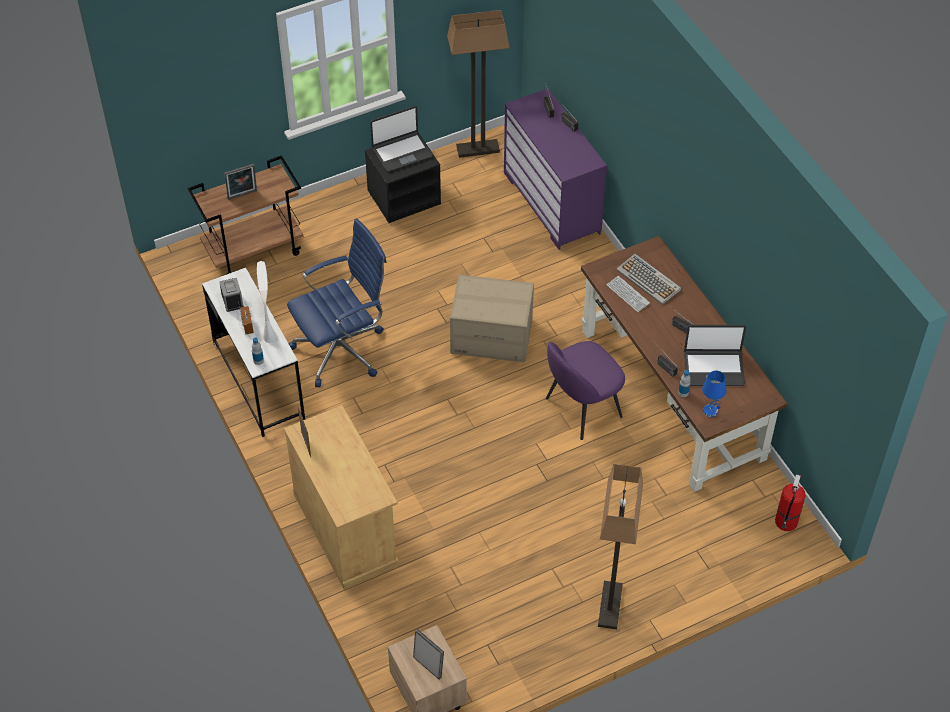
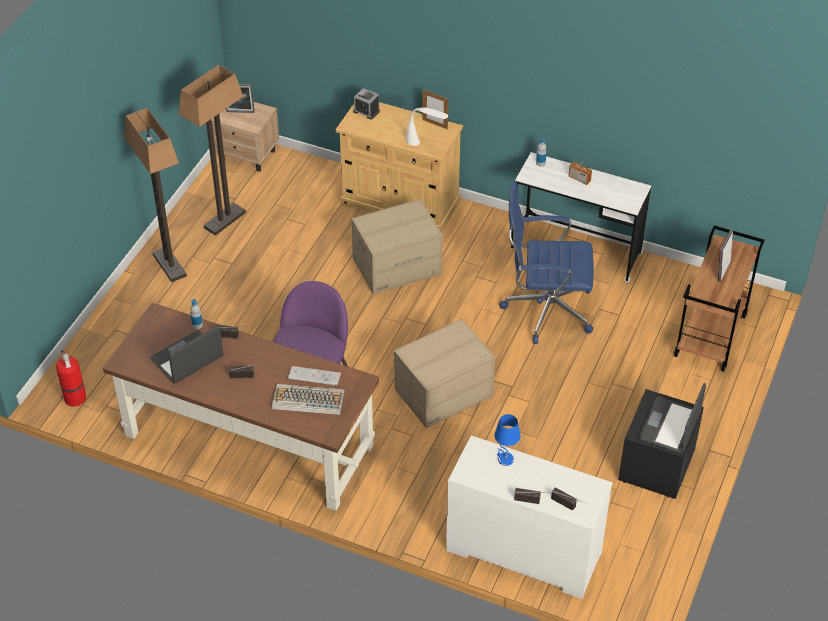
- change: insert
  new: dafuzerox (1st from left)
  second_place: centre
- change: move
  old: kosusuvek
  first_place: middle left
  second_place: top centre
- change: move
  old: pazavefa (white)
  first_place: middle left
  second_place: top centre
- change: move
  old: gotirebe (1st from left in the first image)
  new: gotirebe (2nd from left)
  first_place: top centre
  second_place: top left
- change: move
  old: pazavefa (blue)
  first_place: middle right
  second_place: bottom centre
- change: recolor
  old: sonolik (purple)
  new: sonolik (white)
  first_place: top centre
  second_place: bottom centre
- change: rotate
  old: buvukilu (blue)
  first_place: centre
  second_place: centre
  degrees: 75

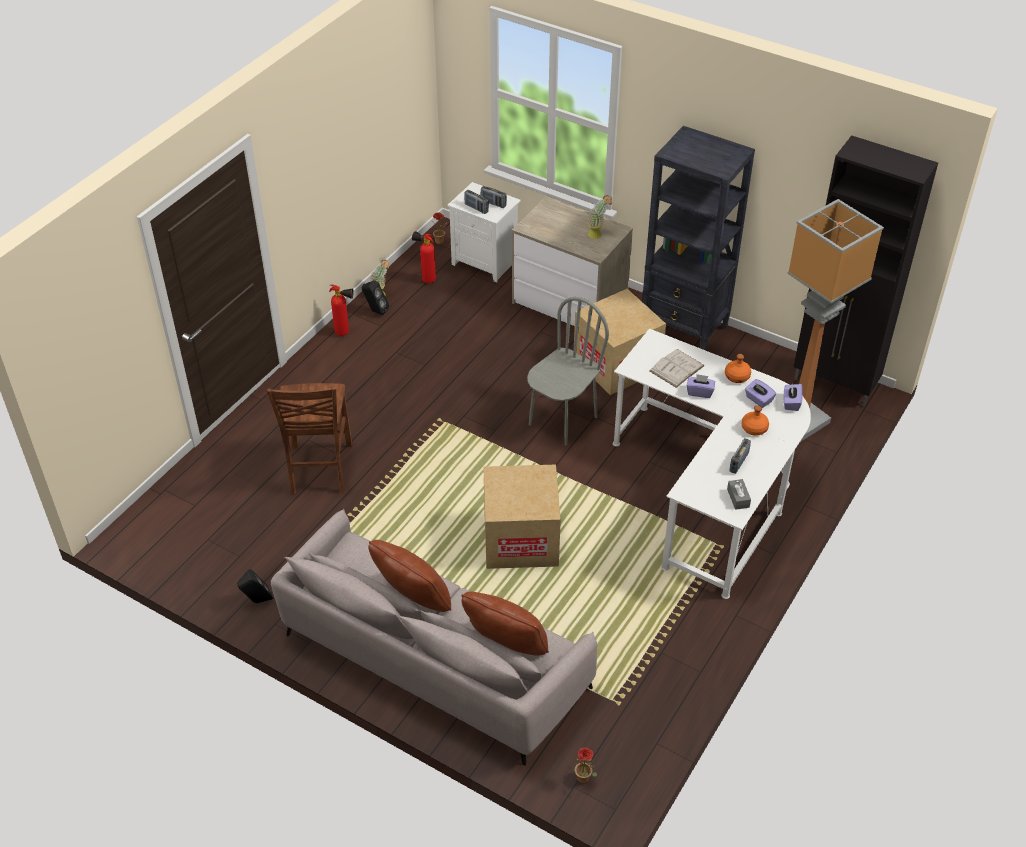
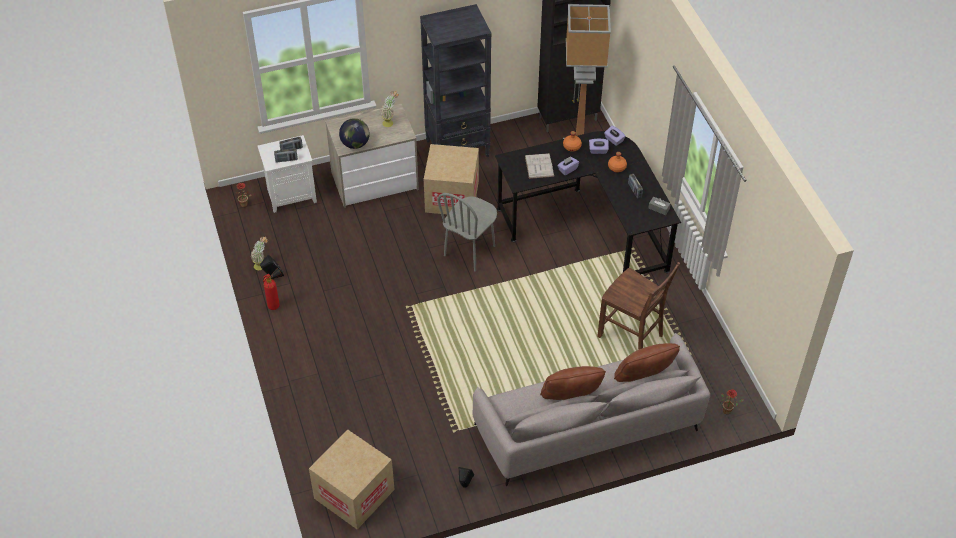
- change: delete
  old: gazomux (2nd from left)
  first_place: top centre
- change: insert
  new: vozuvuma
  second_place: top centre
- change: move
  old: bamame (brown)
  first_place: middle left
  second_place: middle right
- change: move
  old: dafuzerox (1st from left)
  first_place: centre
  second_place: bottom centre
- change: recolor
  old: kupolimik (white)
  new: kupolimik (black)
  first_place: middle right
  second_place: centre
- change: rotate
  old: bamame (grey)
  first_place: centre
  second_place: centre
  degrees: -135

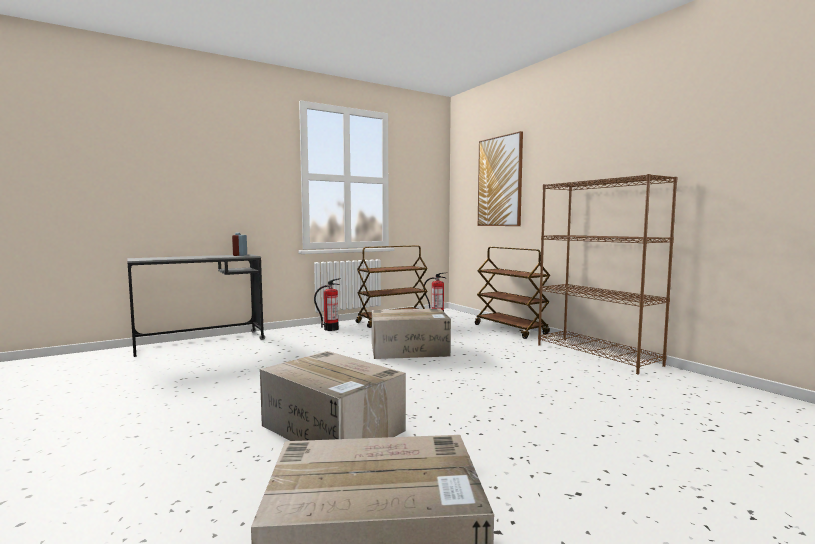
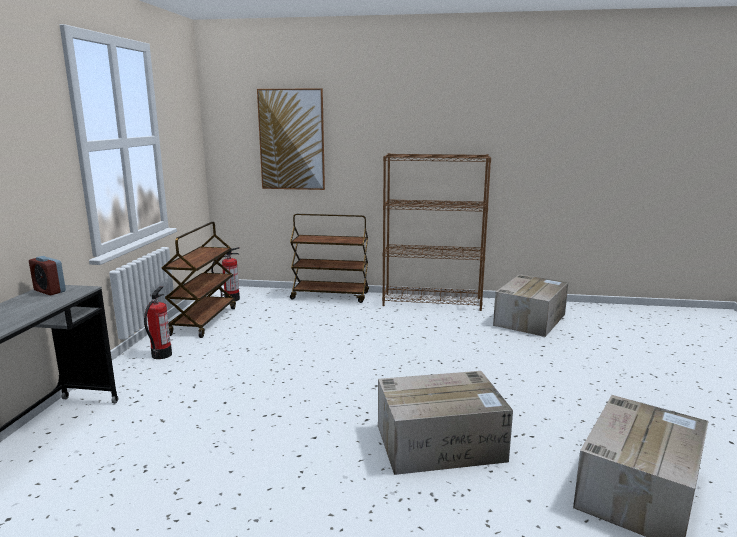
- change: move
  old: dafuzerox (3rd from left in the first image)
  new: dafuzerox (2nd from left)
  first_place: centre
  second_place: middle right

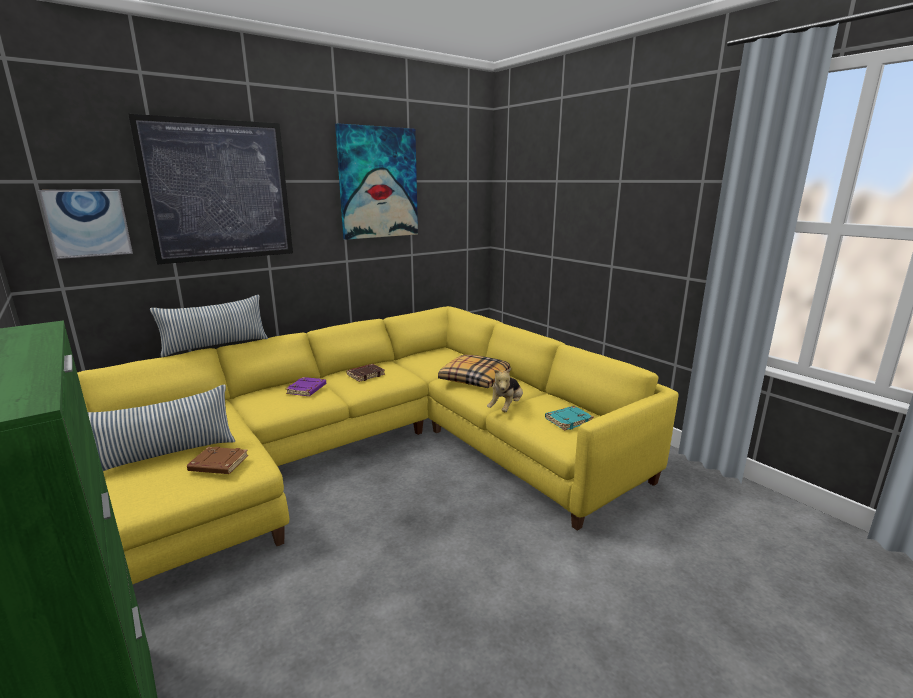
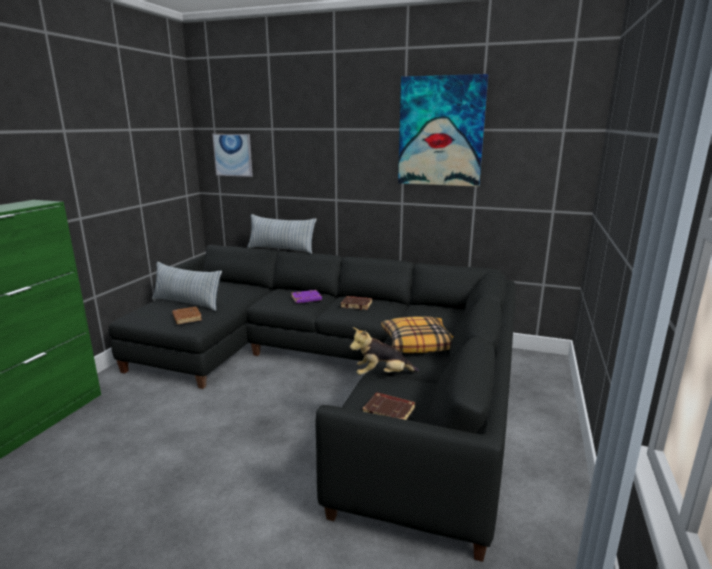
- change: delete
  old: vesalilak (2nd from left)
  first_place: top left
- change: recolor
  old: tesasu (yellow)
  new: tesasu (black)
  first_place: centre
  second_place: bottom centre
- change: recolor
  old: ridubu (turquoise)
  new: ridubu (brown) (3rd from left)
  first_place: centre
  second_place: bottom centre

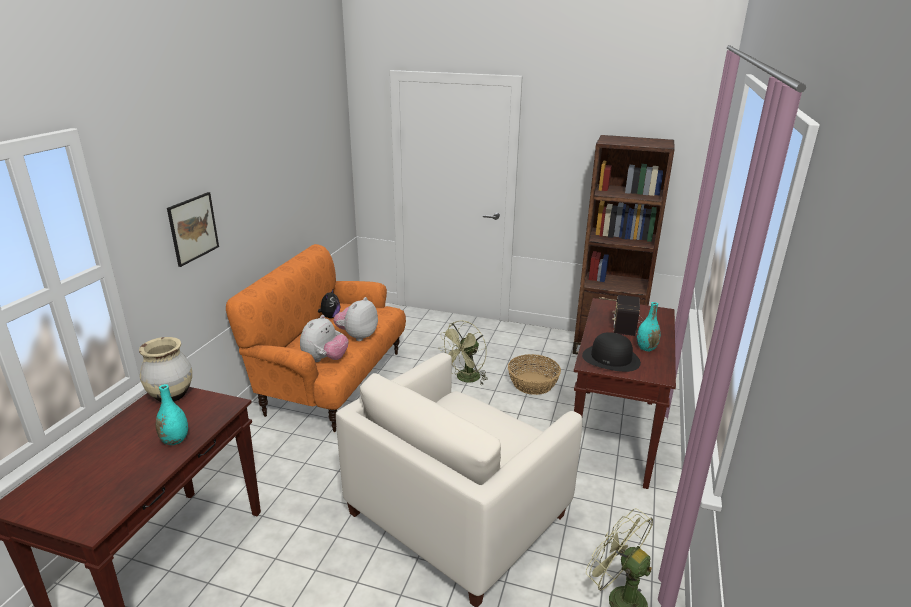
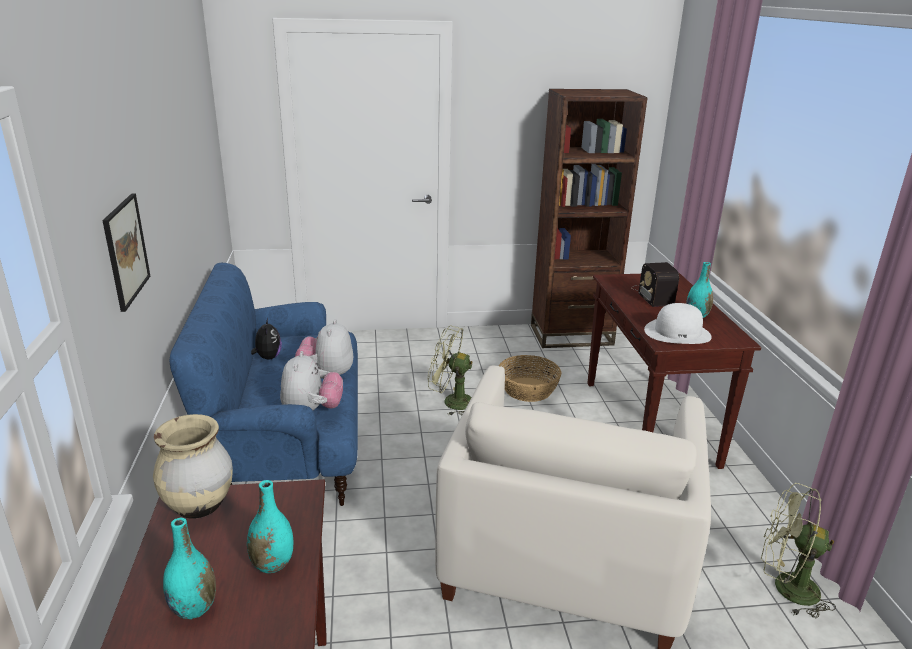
- change: insert
  new: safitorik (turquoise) (1st from left)
  second_place: bottom left
- change: recolor
  old: tesasu (orange)
  new: tesasu (blue)
  first_place: centre
  second_place: middle left
- change: recolor
  old: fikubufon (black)
  new: fikubufon (white)
  first_place: middle right
  second_place: middle right
- change: rotate
  old: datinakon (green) (1st from left)
  first_place: centre
  second_place: centre
  degrees: 90

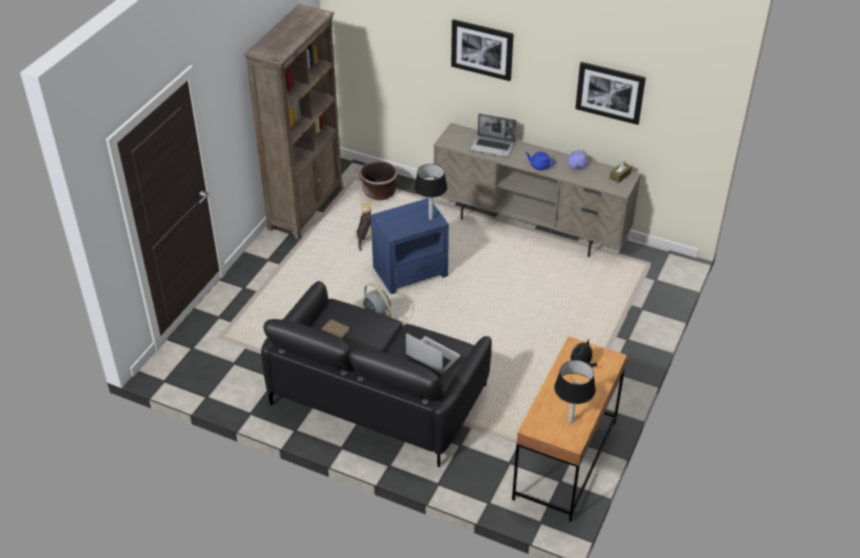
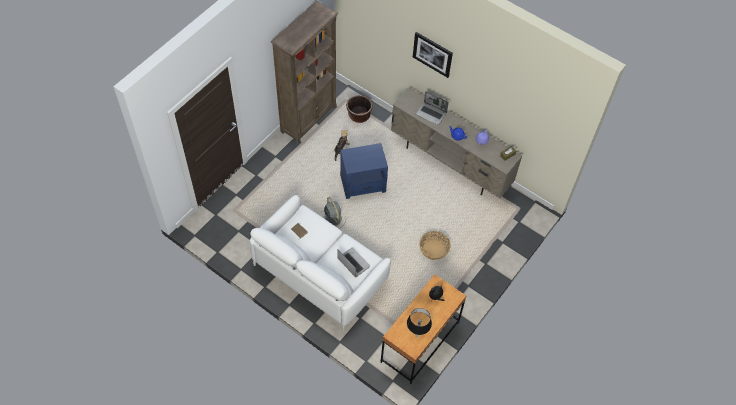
- change: delete
  old: pazavefa (black) (1st from left)
  first_place: centre
- change: delete
  old: vesalilak (2nd from left)
  first_place: top right
- change: insert
  new: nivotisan
  second_place: centre
- change: recolor
  old: tesasu (black)
  new: tesasu (white)
  first_place: bottom centre
  second_place: centre

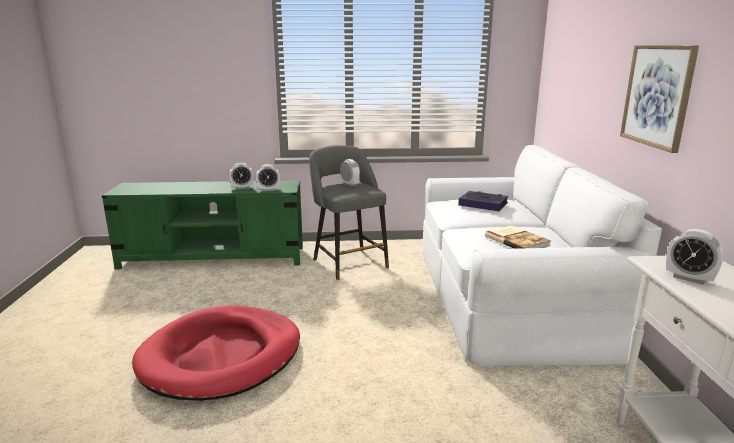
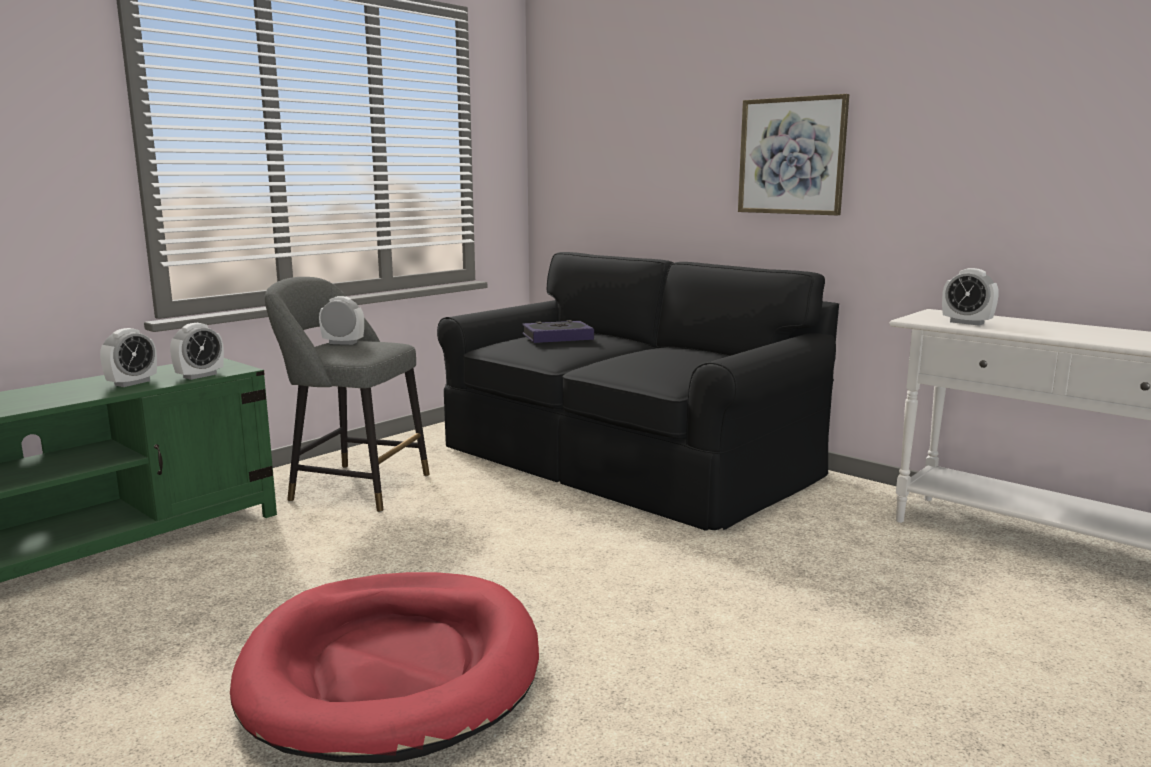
- change: delete
  old: ridubu (2nd from left)
  first_place: middle right
- change: recolor
  old: tesasu (white)
  new: tesasu (black)
  first_place: middle right
  second_place: centre
- change: rotate
  old: kosusuvek (4th from left)
  first_place: middle right
  second_place: middle right
  degrees: 45

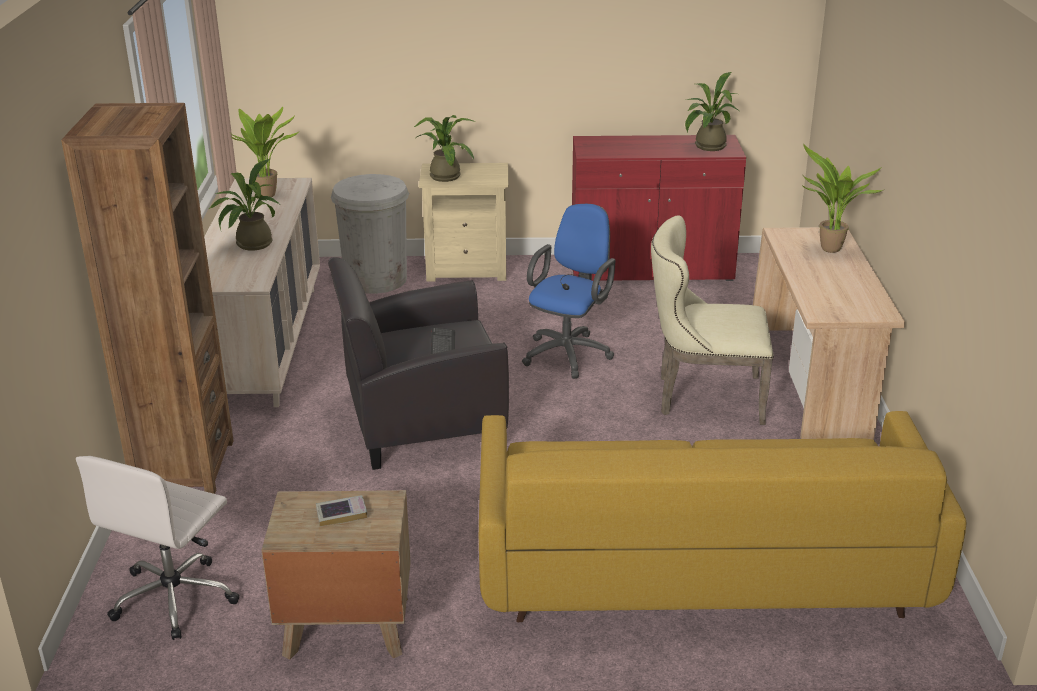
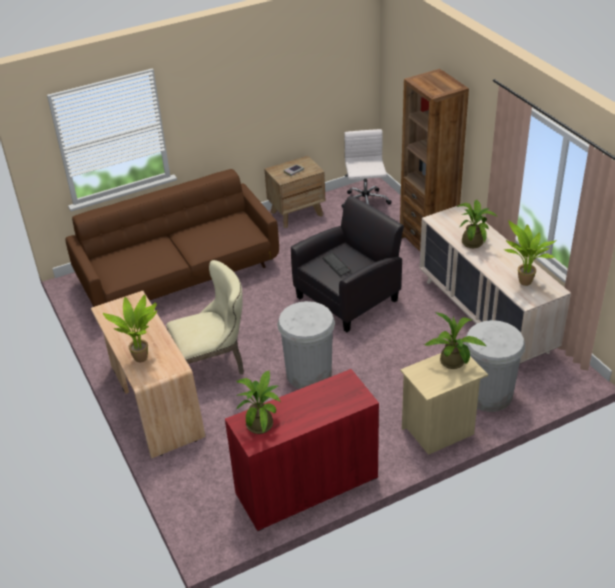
- change: replace
  old: buvukilu (blue)
  new: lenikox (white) (1st from left)
  first_place: centre
  second_place: centre
- change: recolor
  old: tesasu (yellow)
  new: tesasu (brown)
  first_place: bottom right
  second_place: middle left

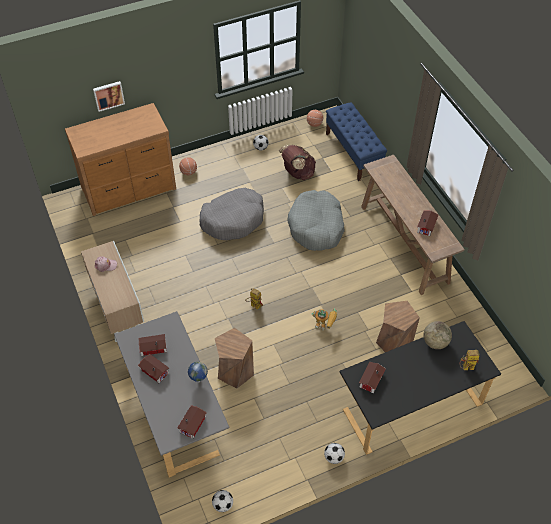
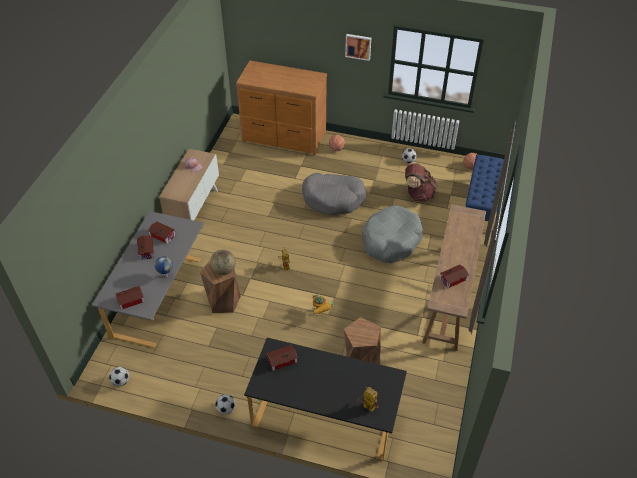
- change: move
  old: vesalilak
  first_place: top left
  second_place: top centre
- change: move
  old: vozuvuma (2nd from left)
  first_place: middle right
  second_place: centre

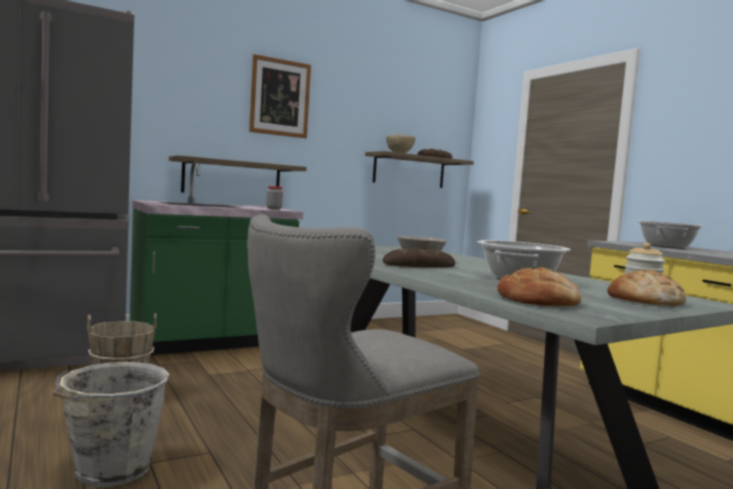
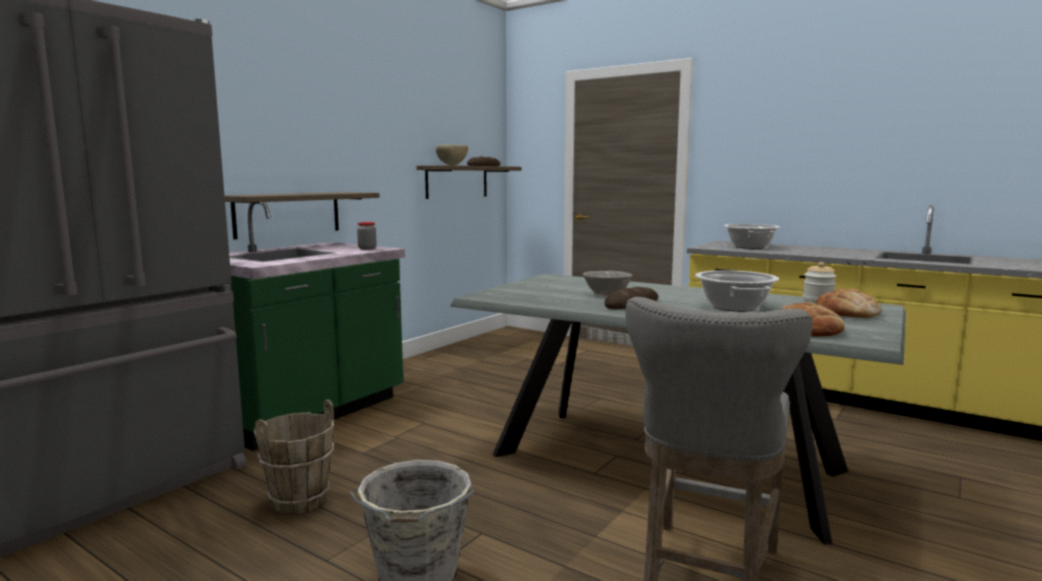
- change: delete
  old: vesalilak
  first_place: top centre

